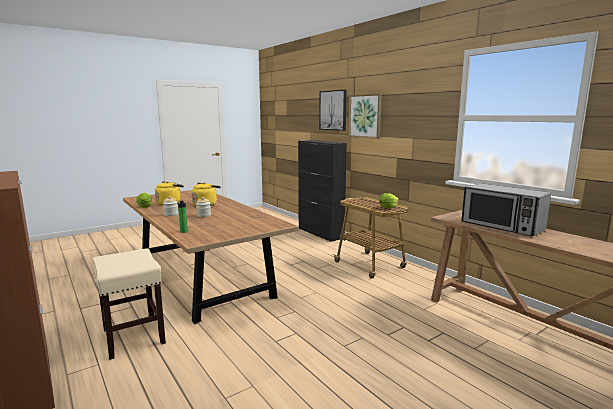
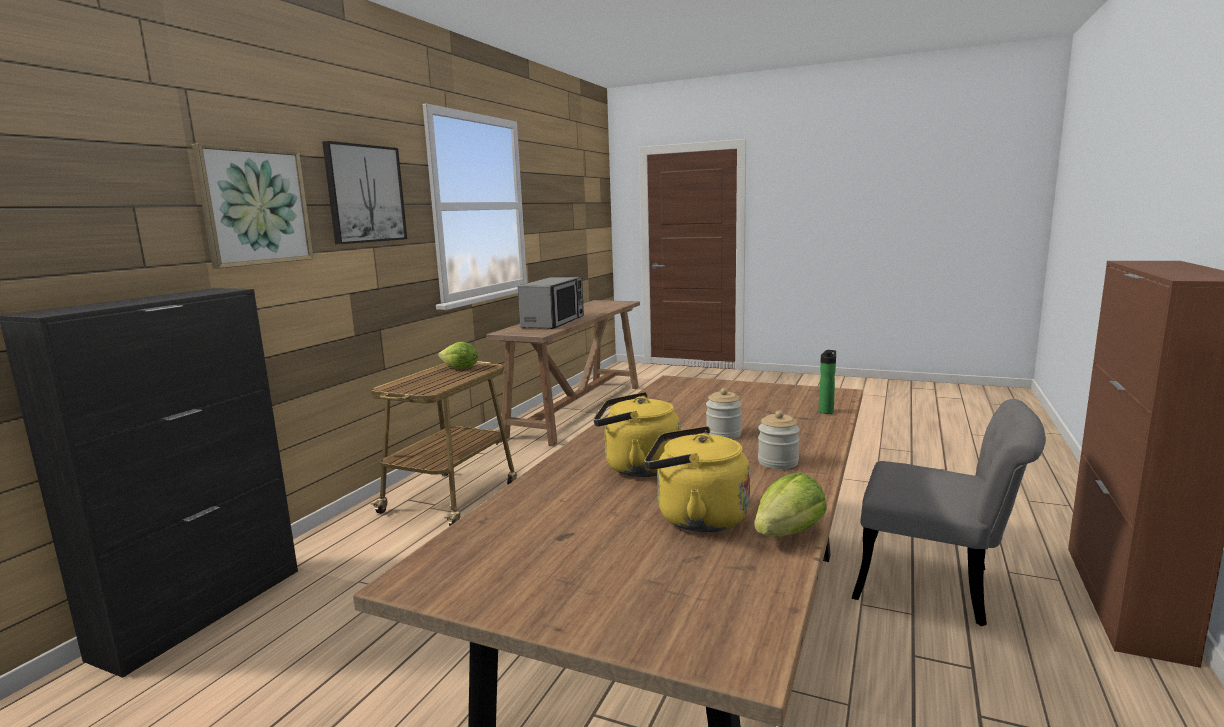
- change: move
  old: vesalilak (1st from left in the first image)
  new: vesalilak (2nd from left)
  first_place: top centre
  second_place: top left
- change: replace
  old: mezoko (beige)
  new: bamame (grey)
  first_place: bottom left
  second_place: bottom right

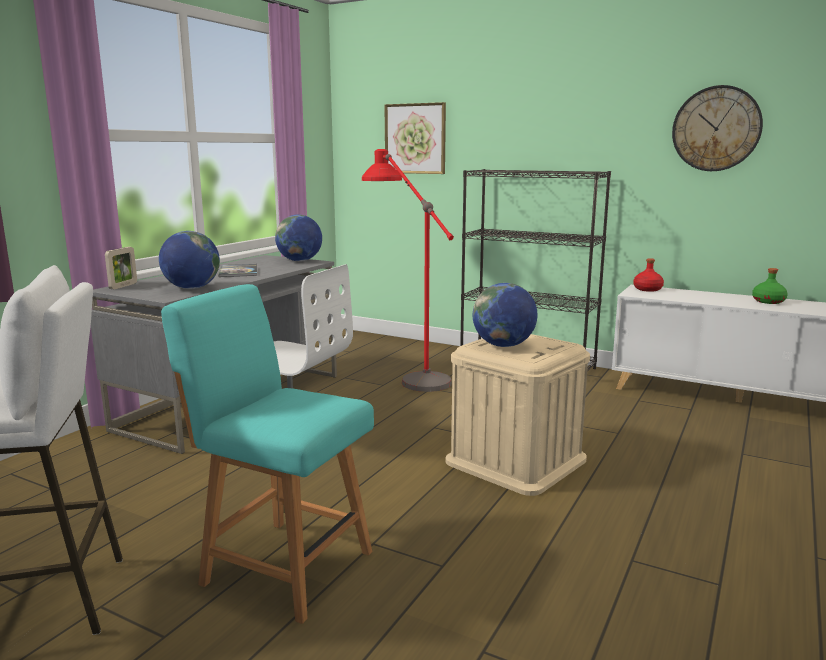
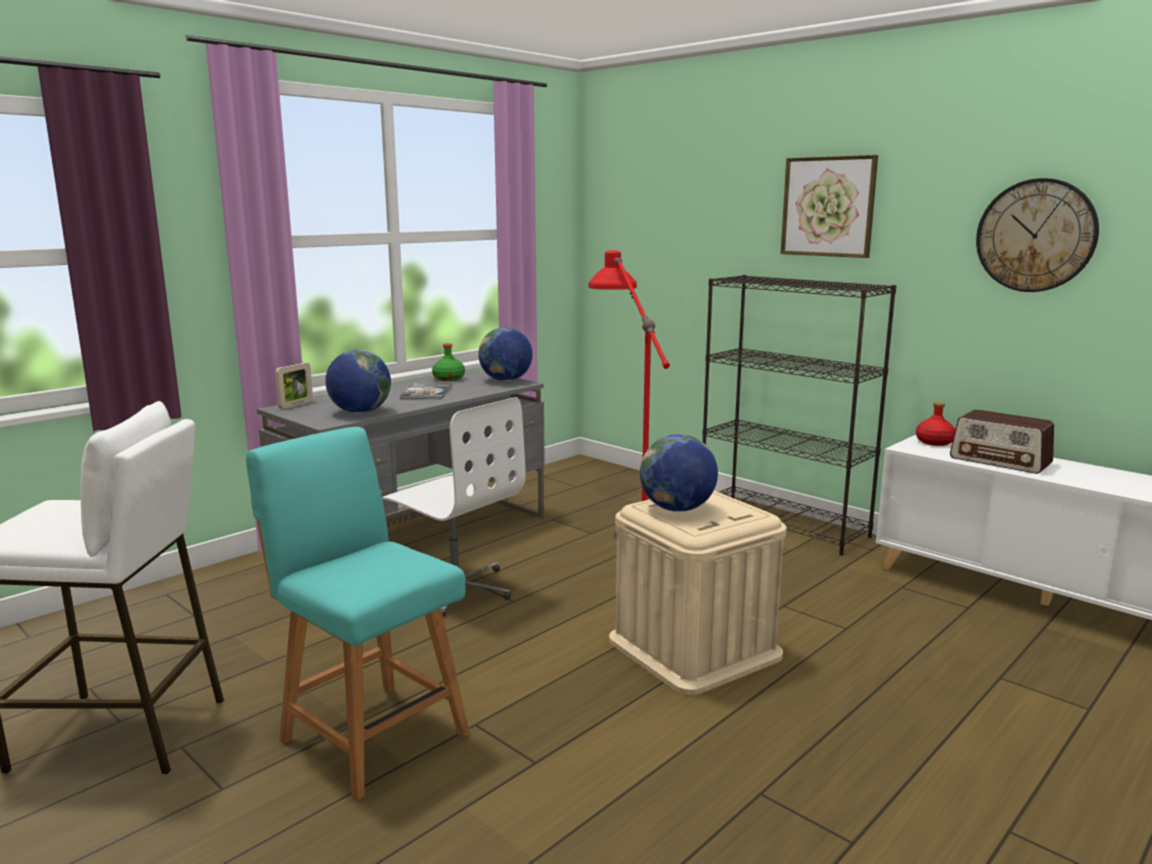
- change: insert
  new: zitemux
  second_place: middle right
- change: move
  old: vesalilak
  first_place: top centre
  second_place: top right
- change: move
  old: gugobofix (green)
  first_place: middle right
  second_place: centre

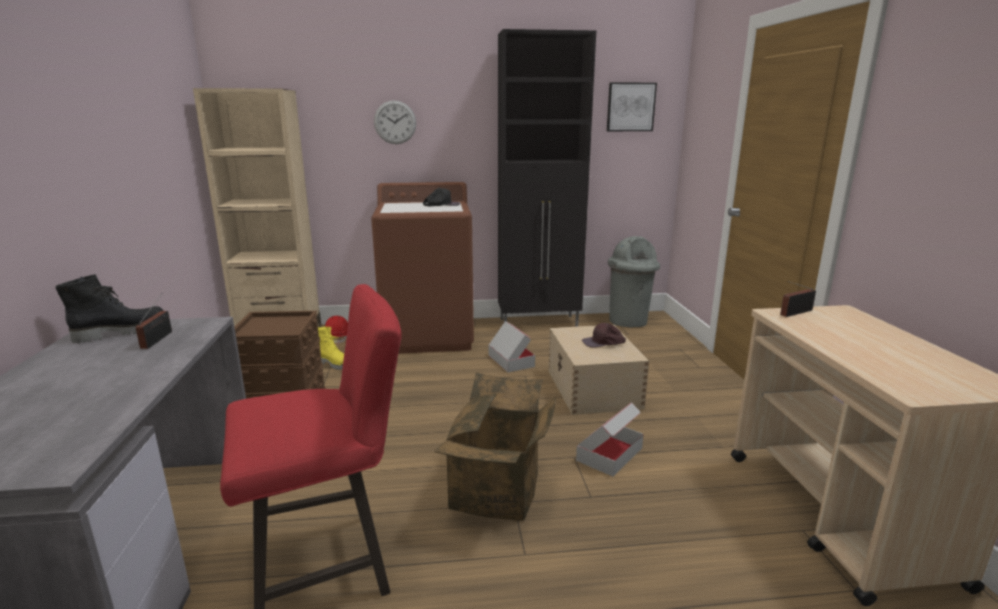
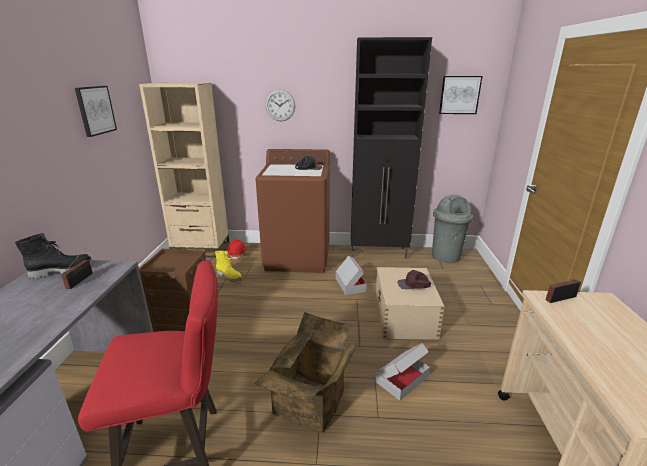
- change: insert
  new: vesalilak (1st from left)
  second_place: top left

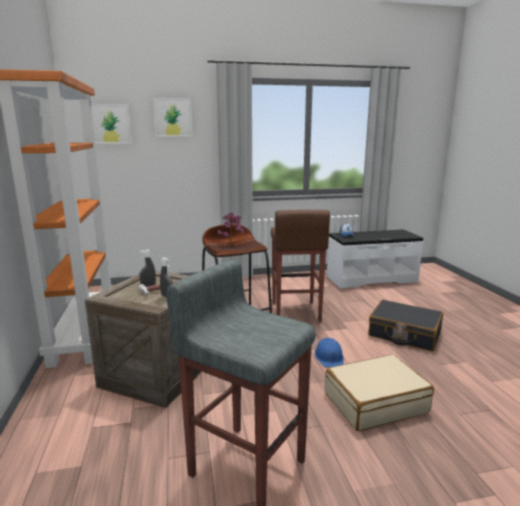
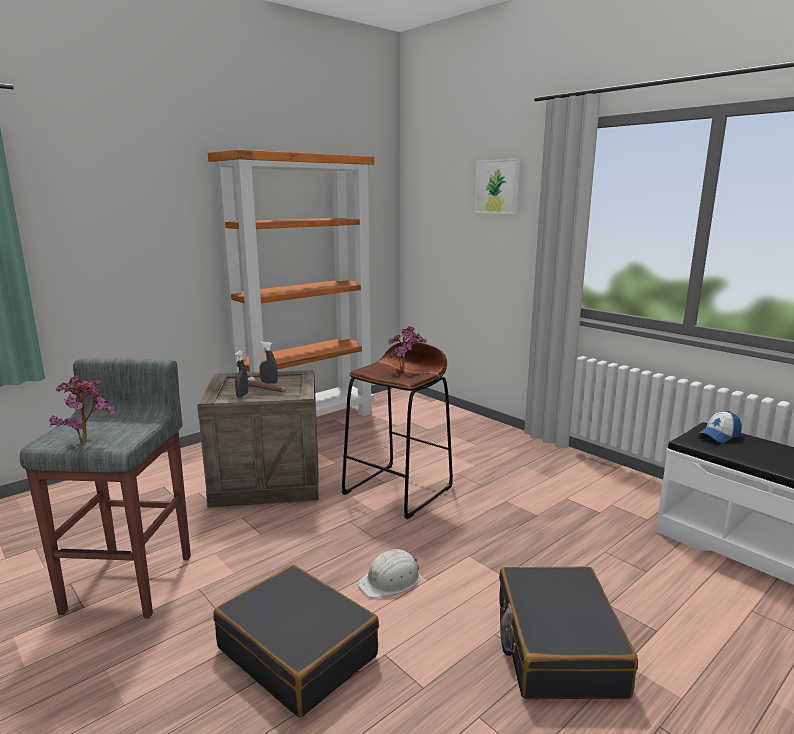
- change: delete
  old: vesalilak (1st from left)
  first_place: top left
- change: delete
  old: mezoko (brown) (2nd from left)
  first_place: centre
- change: insert
  new: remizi (1st from left)
  second_place: middle left
- change: recolor
  old: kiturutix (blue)
  new: kiturutix (white)
  first_place: bottom centre
  second_place: bottom centre
- change: recolor
  old: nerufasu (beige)
  new: nerufasu (black) (1st from left)
  first_place: bottom right
  second_place: bottom centre

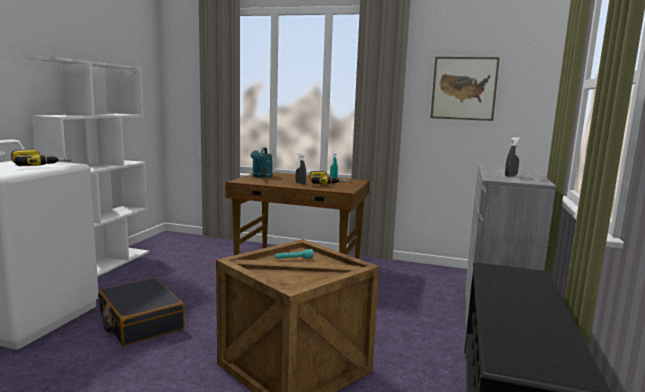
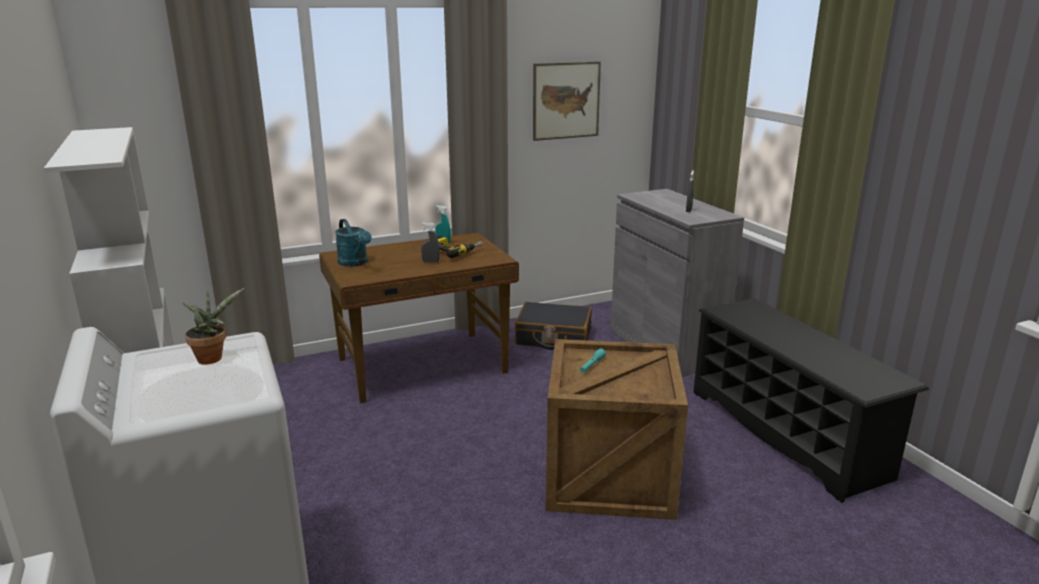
- change: move
  old: nerufasu (black)
  first_place: bottom left
  second_place: centre
- change: replace
  old: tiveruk (1st from left)
  new: remizi
  first_place: middle left
  second_place: middle left

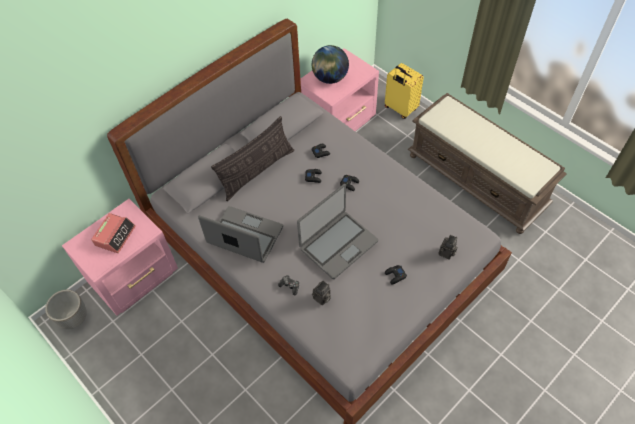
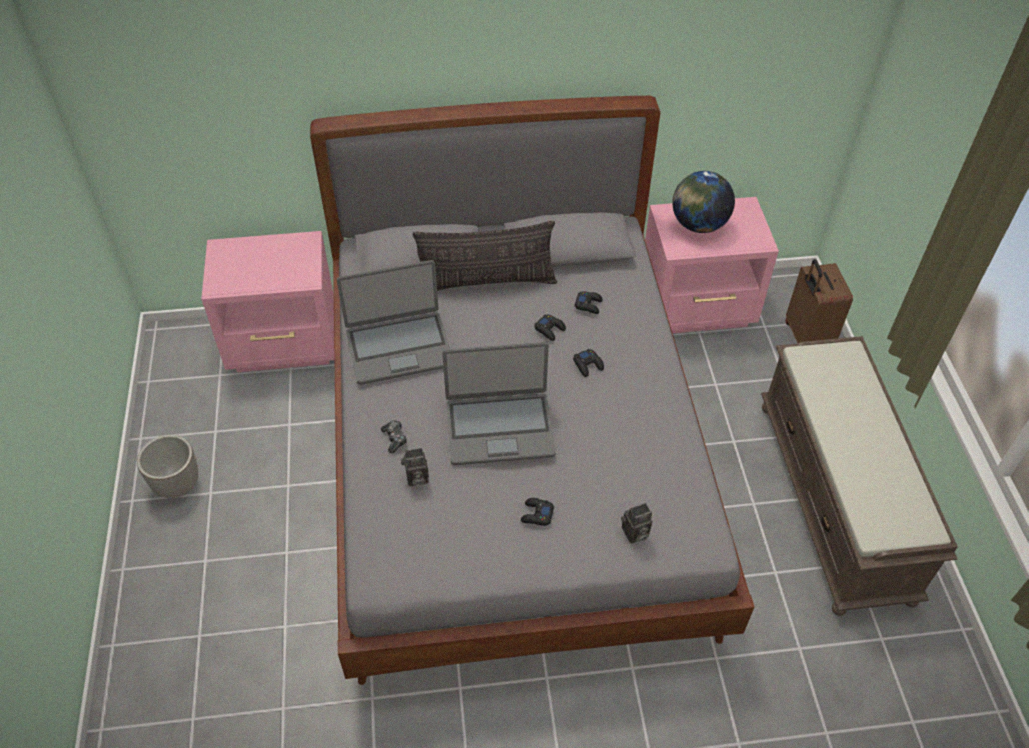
- change: delete
  old: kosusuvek
  first_place: middle left
- change: move
  old: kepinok
  first_place: bottom left
  second_place: middle left
- change: recolor
  old: nerufasu (yellow)
  new: nerufasu (brown)
  first_place: top centre
  second_place: middle right
- change: rotate
  old: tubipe (1st from left)
  first_place: centre
  second_place: centre
  degrees: 105

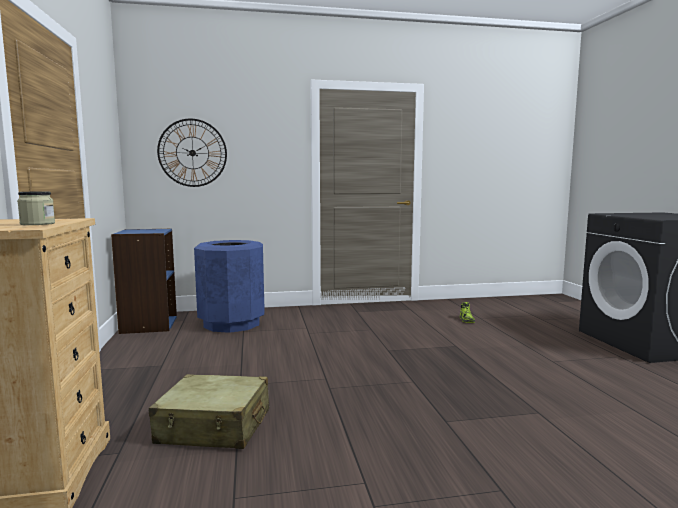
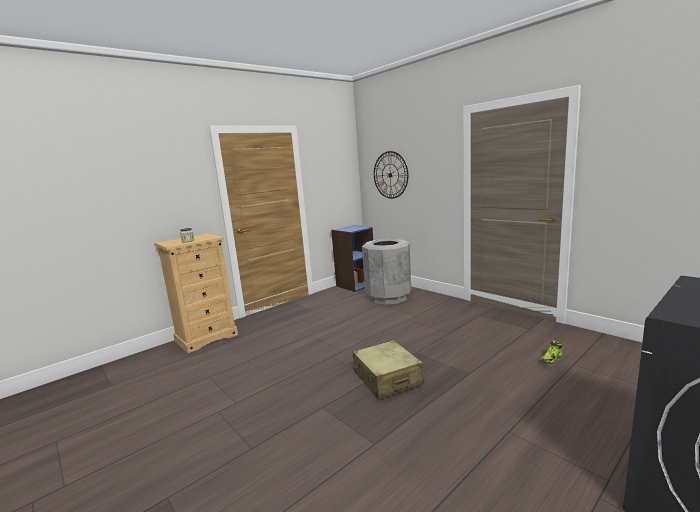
- change: move
  old: nerufasu (beige)
  first_place: bottom left
  second_place: bottom centre
- change: recolor
  old: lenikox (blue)
  new: lenikox (grey)
  first_place: centre
  second_place: centre

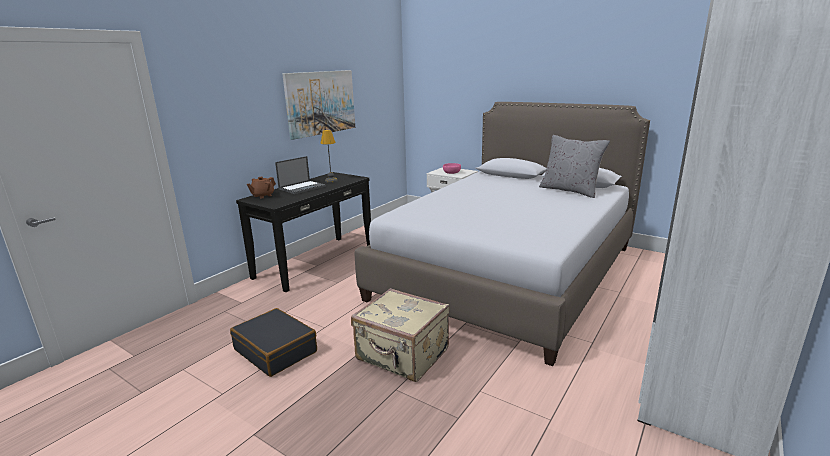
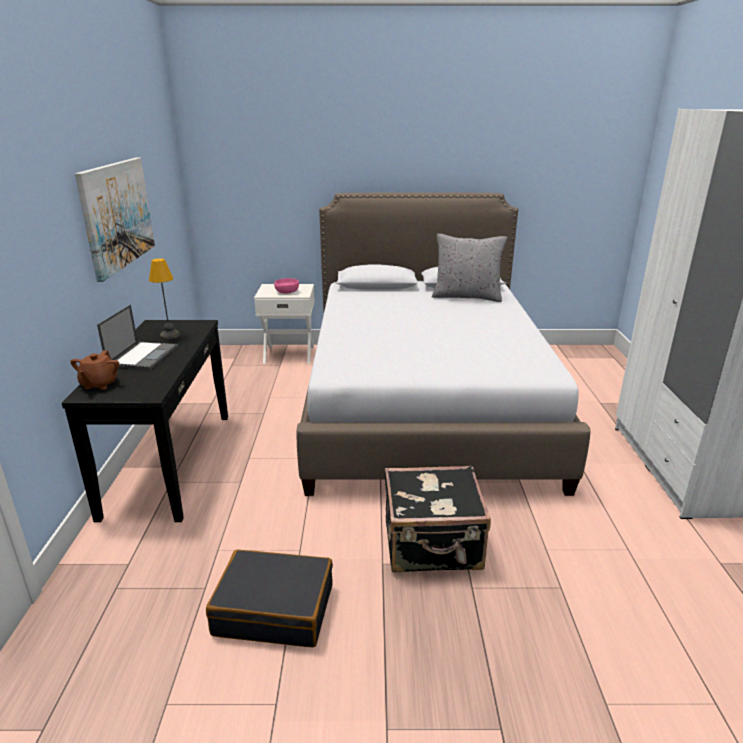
- change: recolor
  old: nerufasu (beige)
  new: nerufasu (black) (2nd from left)
  first_place: bottom centre
  second_place: bottom centre

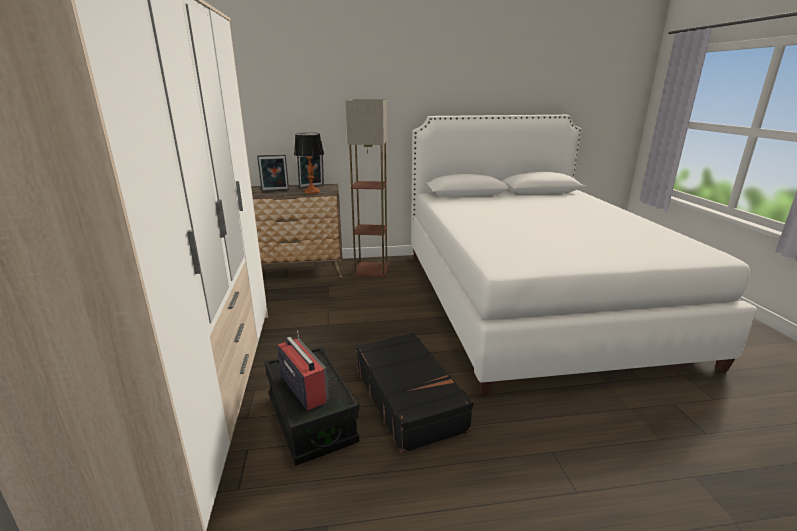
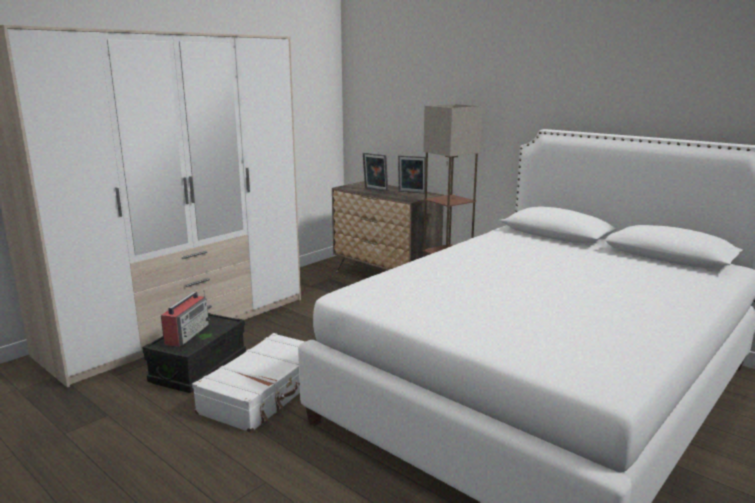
- change: delete
  old: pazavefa
  first_place: top centre
- change: recolor
  old: nerufasu (black)
  new: nerufasu (white)
  first_place: bottom centre
  second_place: bottom left

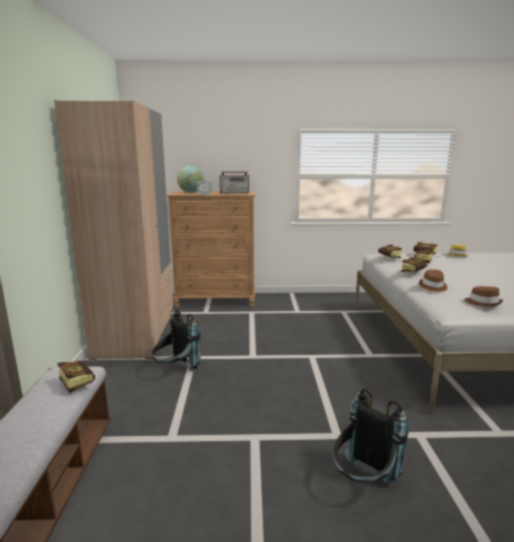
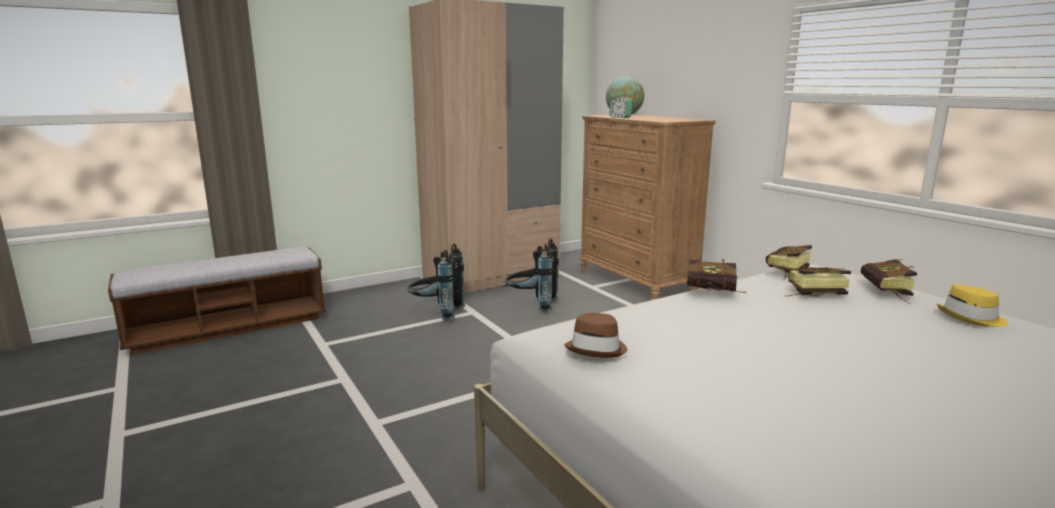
- change: delete
  old: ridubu (1st from left)
  first_place: bottom left
- change: delete
  old: zitemux
  first_place: centre
- change: delete
  old: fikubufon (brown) (1st from left)
  first_place: middle right
- change: move
  old: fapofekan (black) (2nd from left)
  first_place: bottom right
  second_place: centre

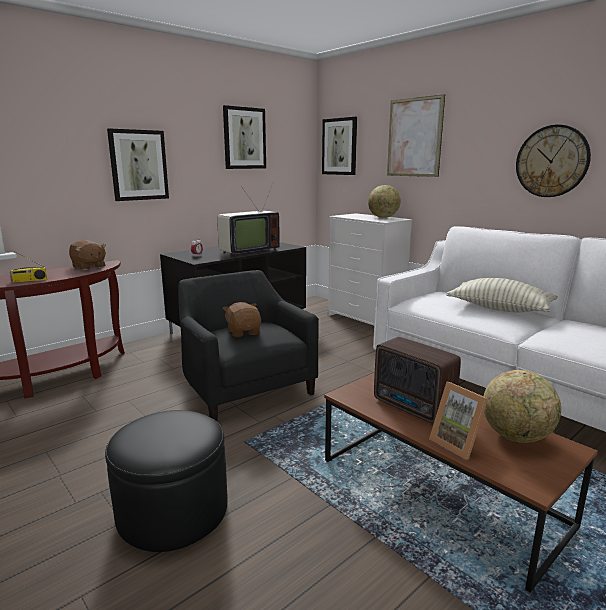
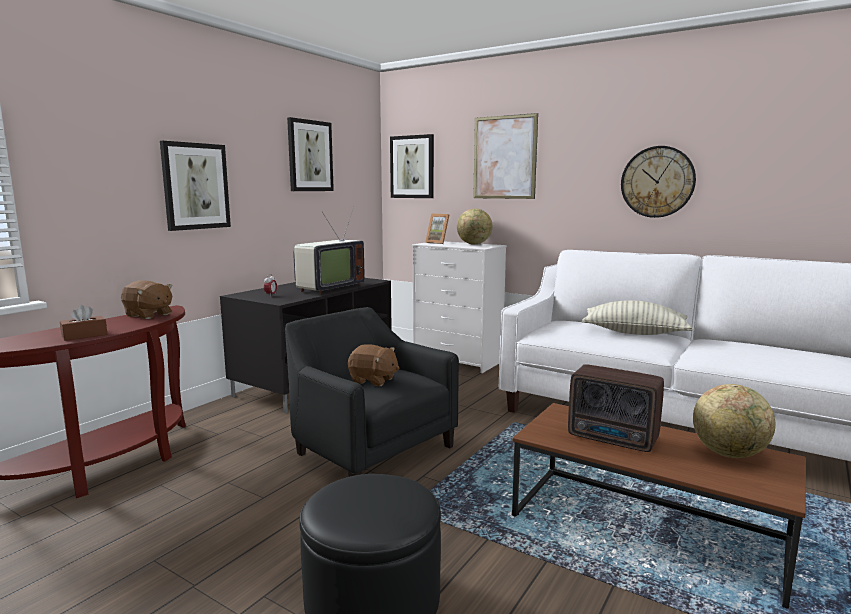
- change: move
  old: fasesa
  first_place: bottom right
  second_place: centre
- change: replace
  old: zitemux (1st from left)
  new: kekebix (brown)
  first_place: middle left
  second_place: middle left
- change: rotate
  old: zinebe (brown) (2nd from left)
  first_place: centre
  second_place: centre
  degrees: 150

